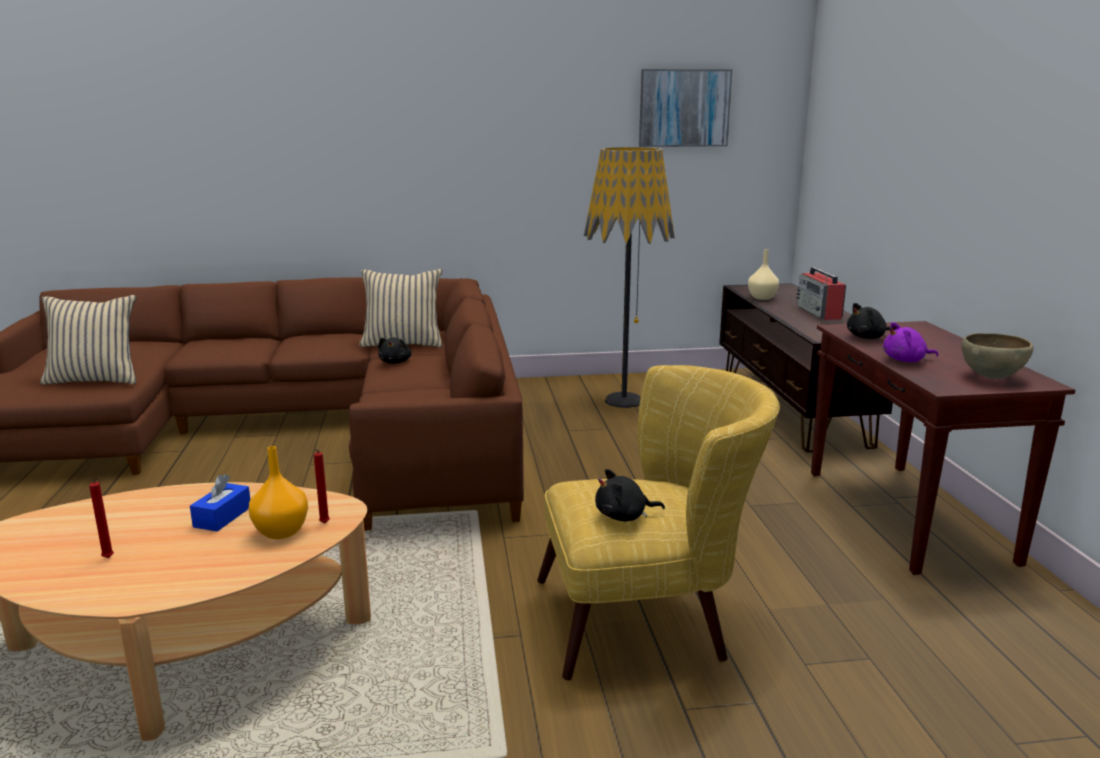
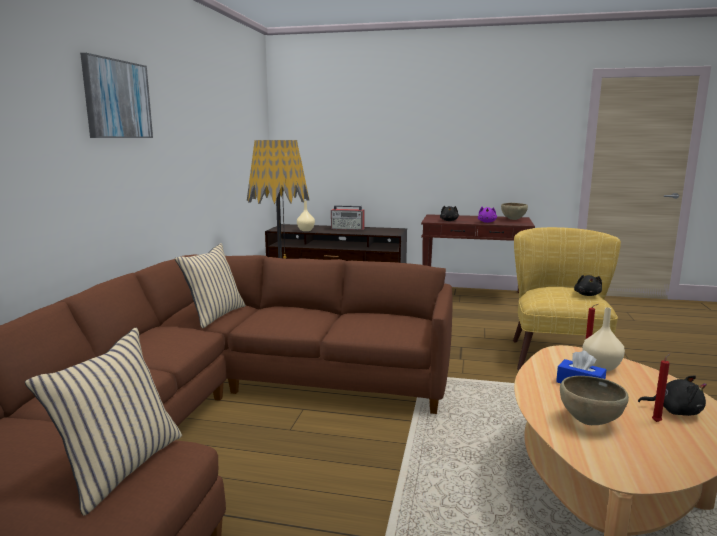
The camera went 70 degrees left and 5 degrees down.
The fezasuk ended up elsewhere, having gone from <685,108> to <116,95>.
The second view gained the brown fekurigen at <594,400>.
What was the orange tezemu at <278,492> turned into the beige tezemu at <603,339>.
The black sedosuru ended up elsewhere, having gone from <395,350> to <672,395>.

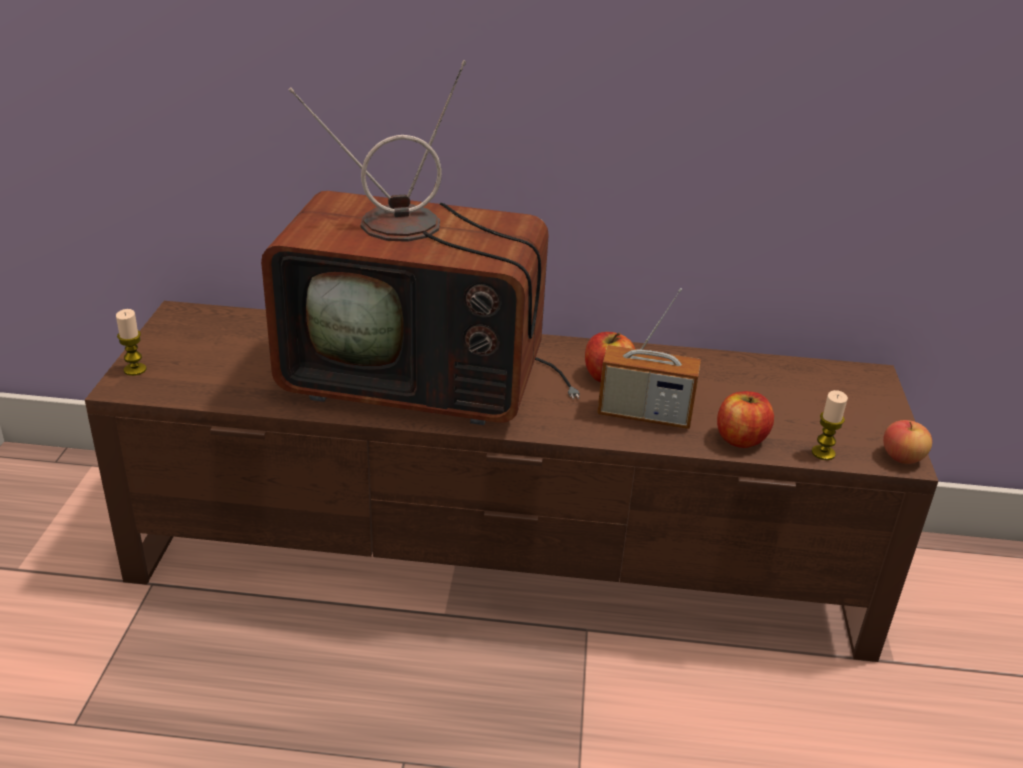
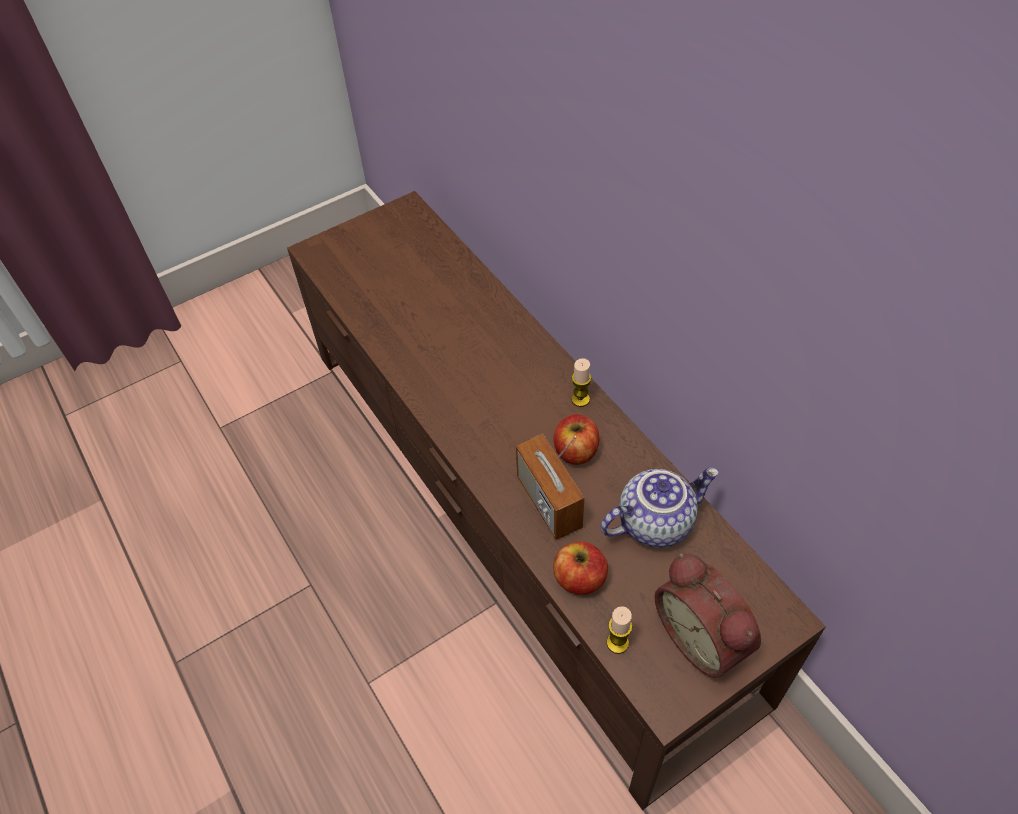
The camera went 55 degrees right and 20 degrees up.
The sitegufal ended up elsewhere, having gone from <131,342> to <581,382>.
The second view gained the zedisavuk at <659,507>.
The second view gained the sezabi at <708,615>.
The second view lost the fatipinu at <420,242>.
The second view lost the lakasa at <907,442>.

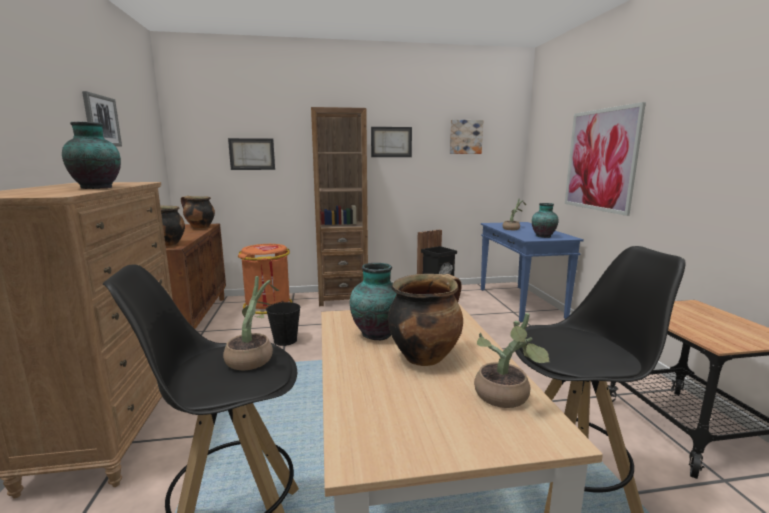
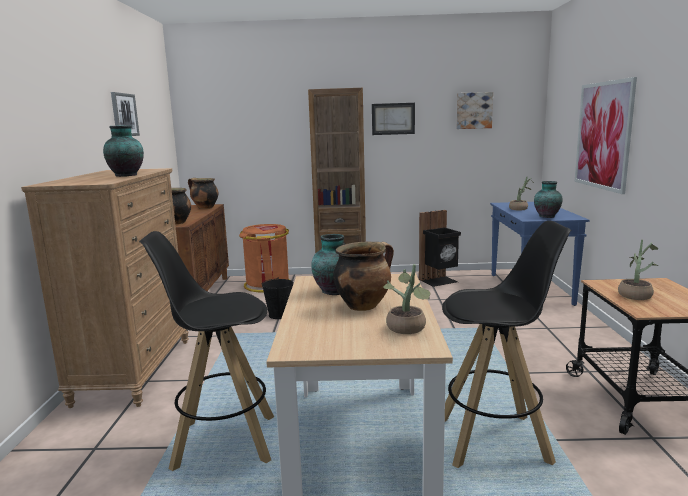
The camera went 10 degrees right and 0 degrees up.
The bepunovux ended up elsewhere, having gone from <251,323> to <638,270>.
The second view lost the fezasuk at <251,154>.

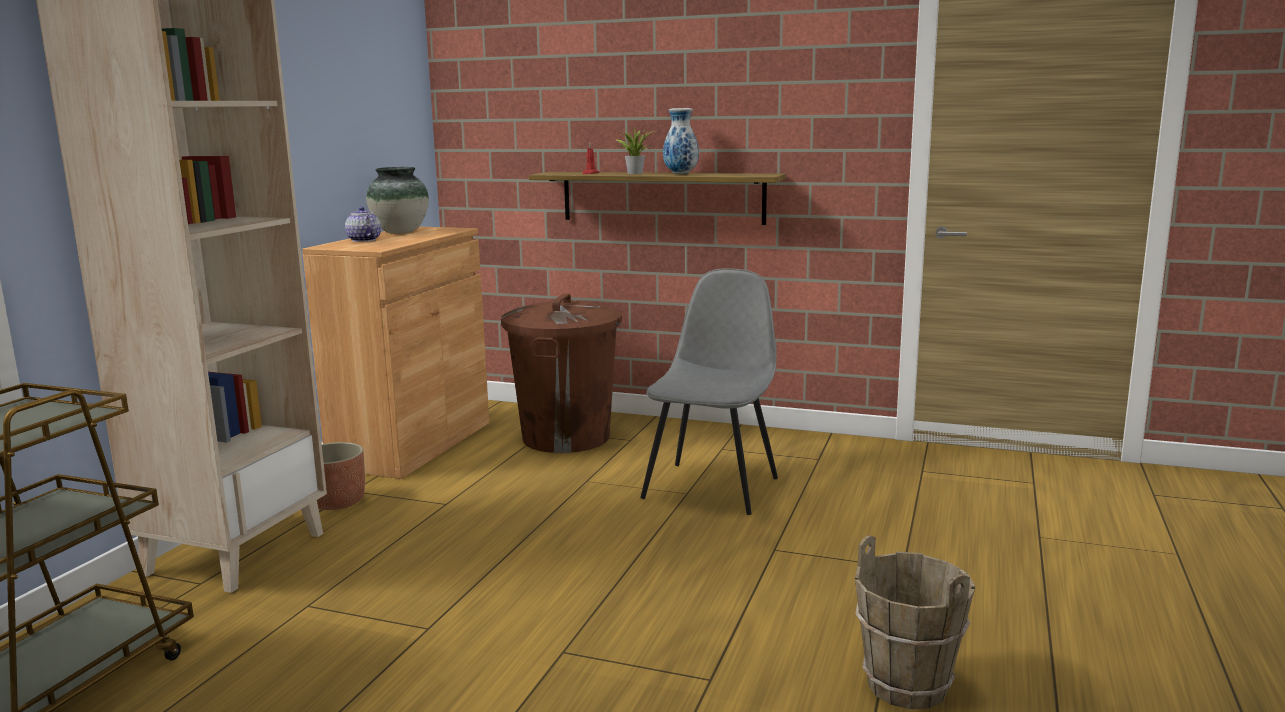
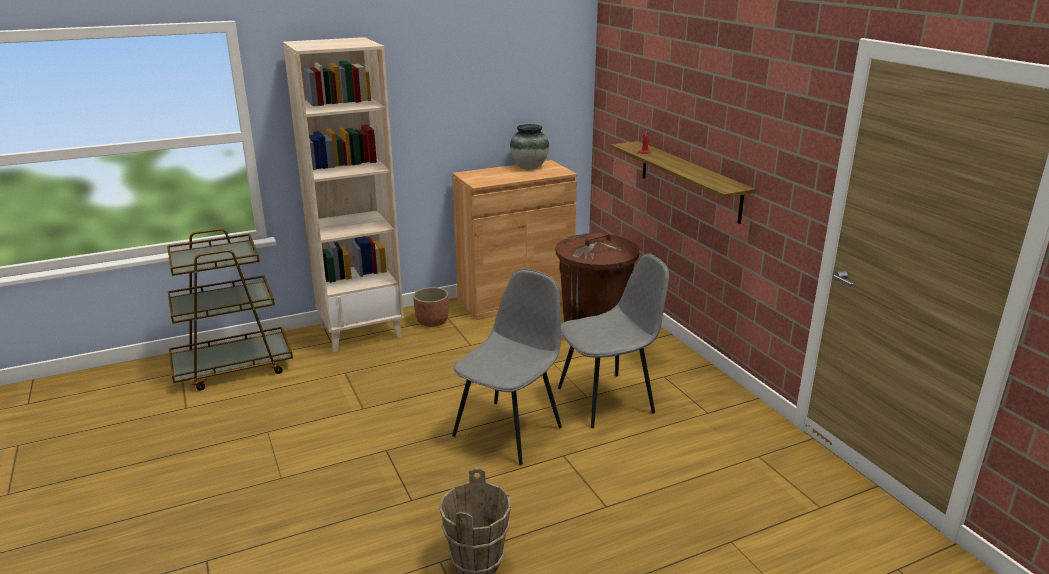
The camera went 45 degrees right and 10 degrees up.
The second view gained the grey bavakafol at <507,367>.
The second view lost the zedisavuk at <363,224>.
The second view lost the bepunovux at <635,150>.
The second view lost the tezemu at <681,141>.

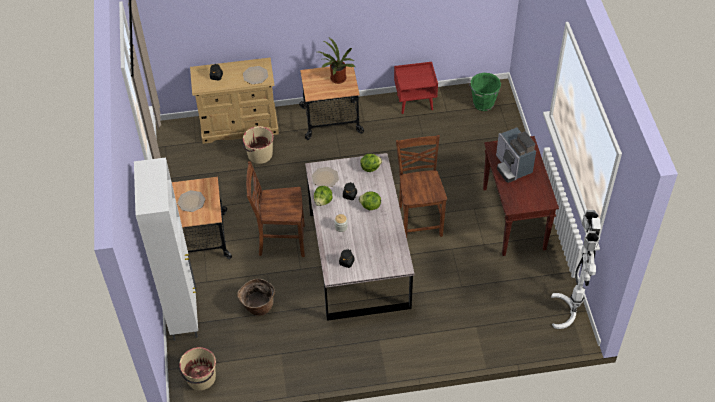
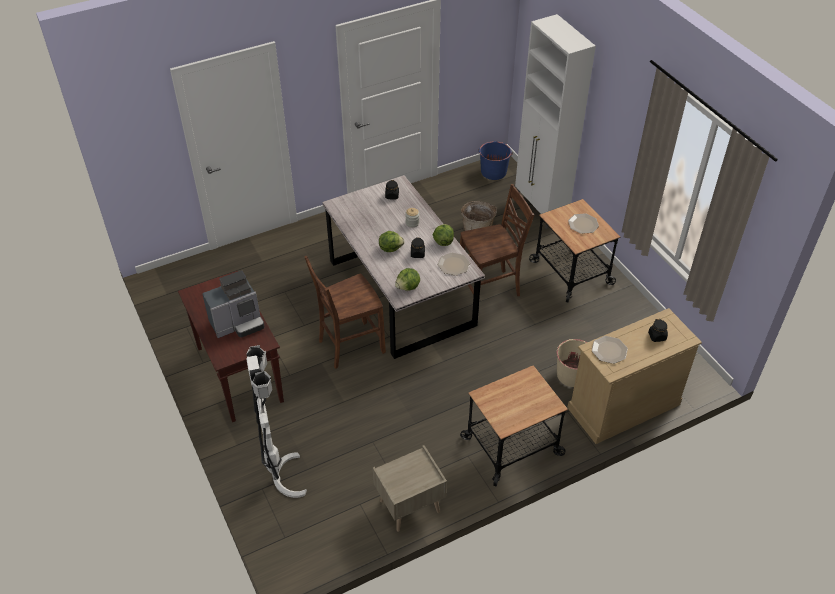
The camera went 160 degrees right and 5 degrees down.
The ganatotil at <516,155> ended up facing another way, 105 degrees clockwise from before.
The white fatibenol ended up elsewhere, having gone from <576,269> to <276,421>.
The brown bavakafol at <421,186> ended up facing another way, 90 degrees clockwise from before.
What was the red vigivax at <416,88> turned into the beige vigivax at <410,488>.
What was the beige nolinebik at <197,368> turned into the blue nolinebik at <495,160>.
The second view lost the bepunovux at <337,61>.
The second view lost the green nolinebik at <485,92>.

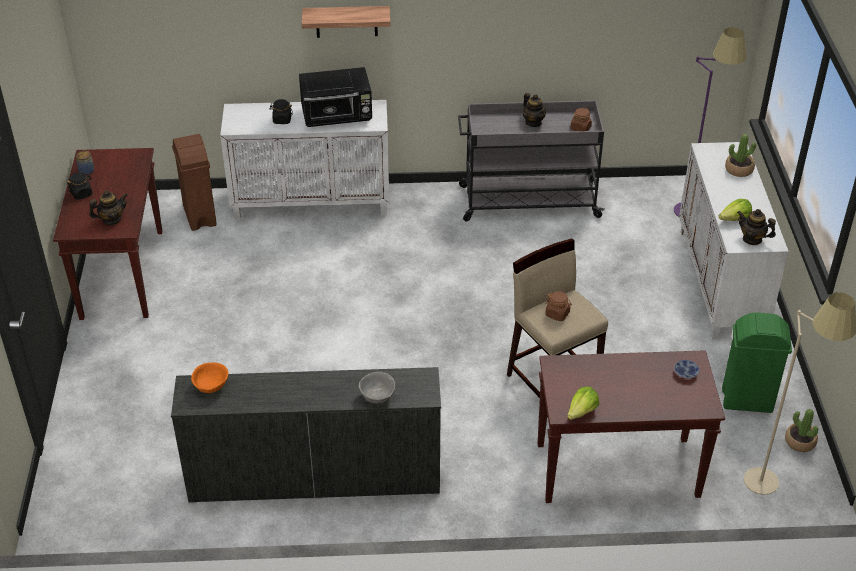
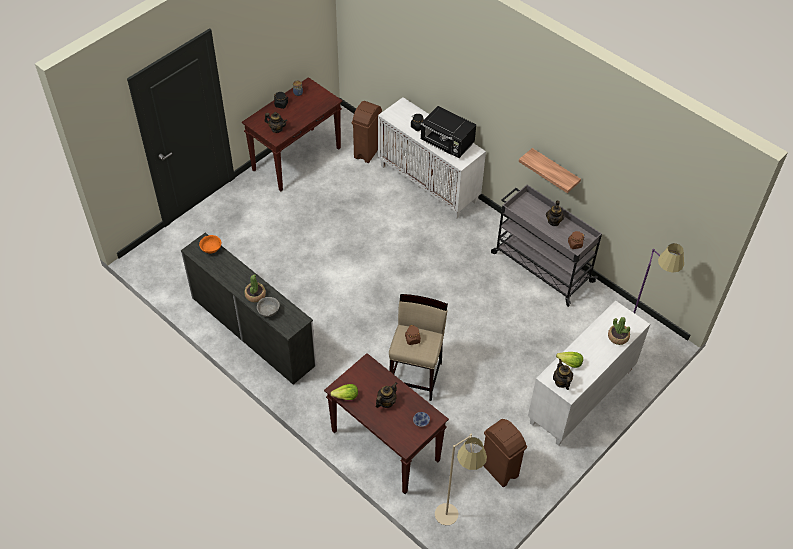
The camera went 45 degrees right and 10 degrees up.
The bepunovux ended up elsewhere, having gone from <801,430> to <255,288>.
The second view gained the zedisavuk at <386,395>.
What was the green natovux at <757,362> turned into the brown natovux at <505,453>.
The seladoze ended up elsewhere, having gone from <346,22> to <550,170>.

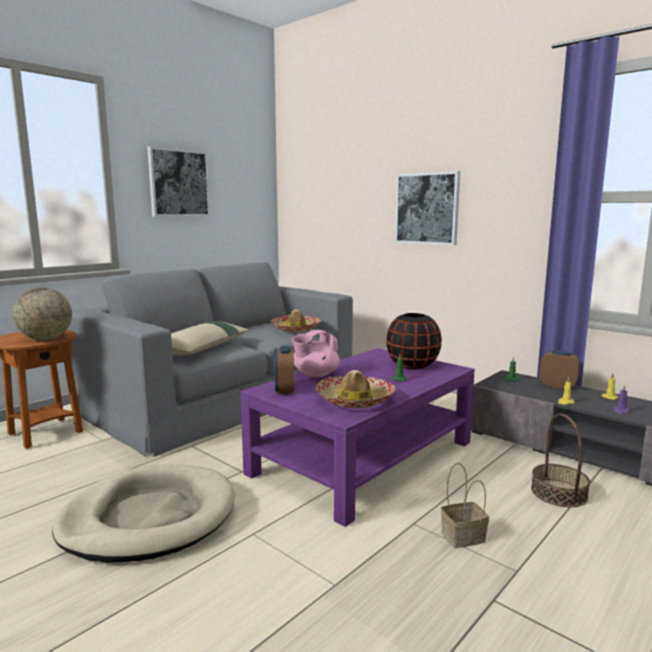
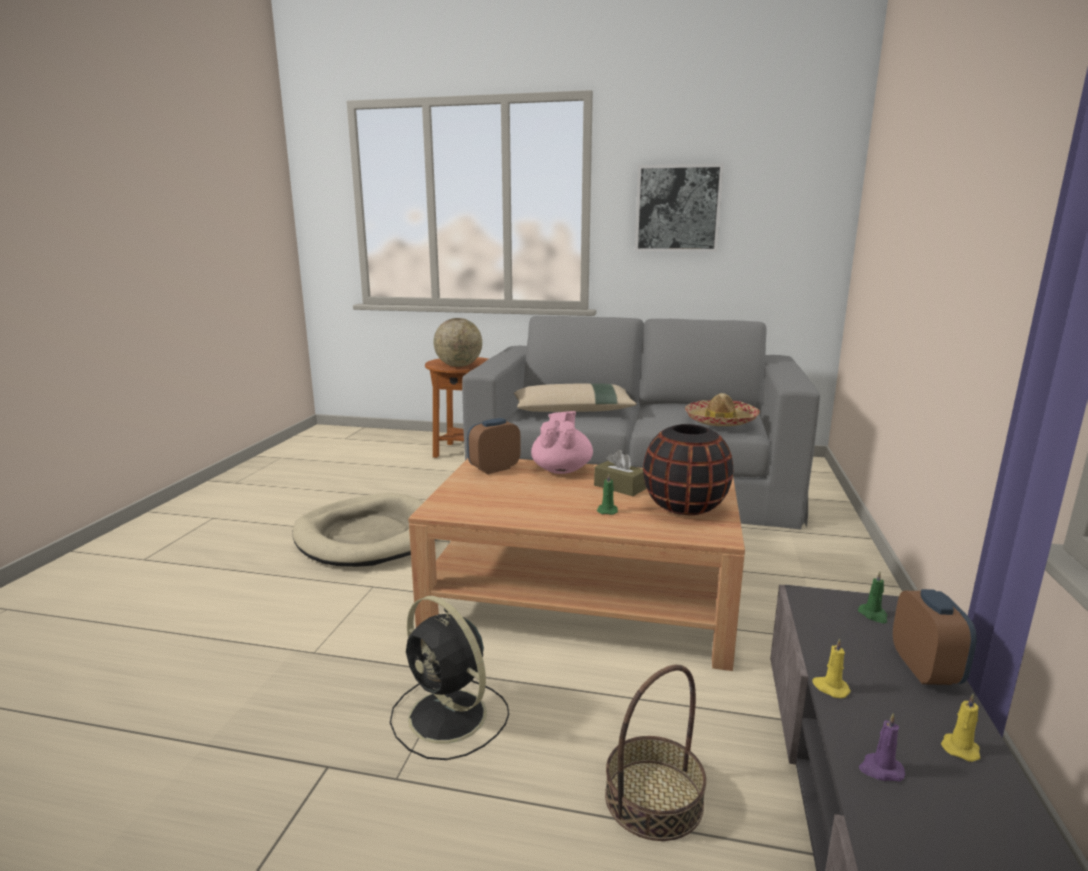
The camera went 60 degrees right and 5 degrees up.
Where the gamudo stood at <465,505>, the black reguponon came to stand at <449,678>.
What was the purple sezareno at <357,437> turned into the brown sezareno at <576,564>.
The pink zedisavuk at <316,353> ended up facing another way, 75 degrees clockwise from before.
The second view gained the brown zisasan at <620,473>.
The second view lost the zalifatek at <356,389>.
The second view lost the fezasuk at <427,208>.

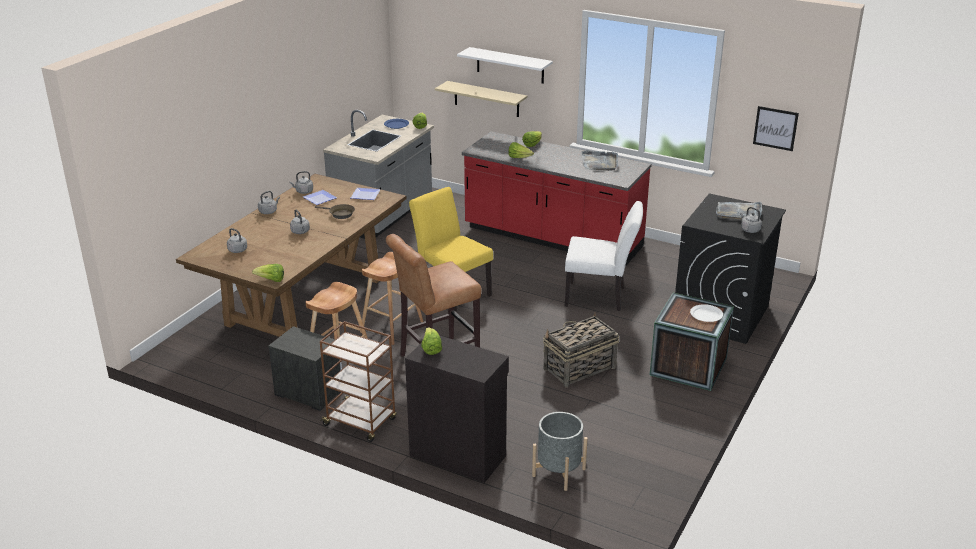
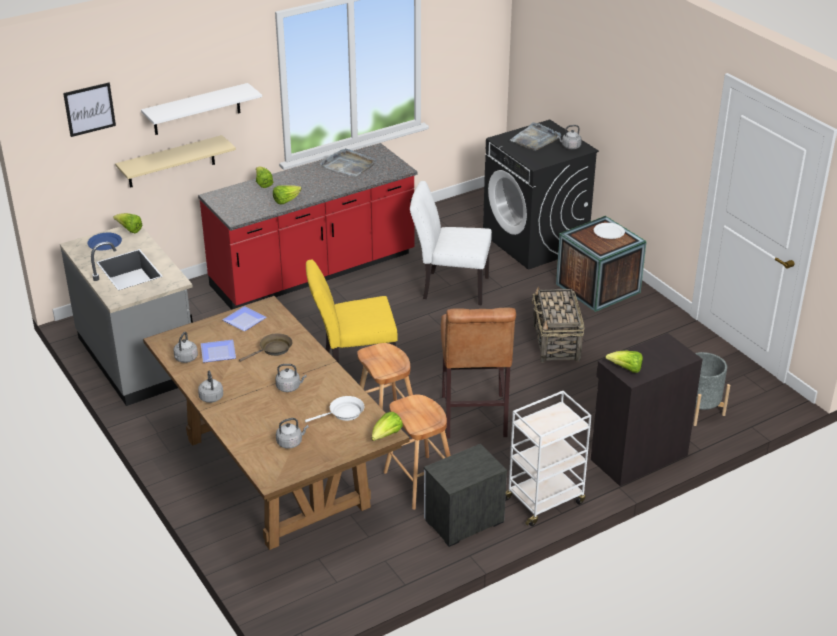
The camera went 60 degrees left and 5 degrees up.
The fezasuk ended up elsewhere, having gone from <776,128> to <89,110>.
The second view gained the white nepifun at <335,409>.
The white bavakafol at <604,256> ended up facing another way, 120 degrees counterclockwise from before.
What was the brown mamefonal at <358,381> turned into the white mamefonal at <548,458>.

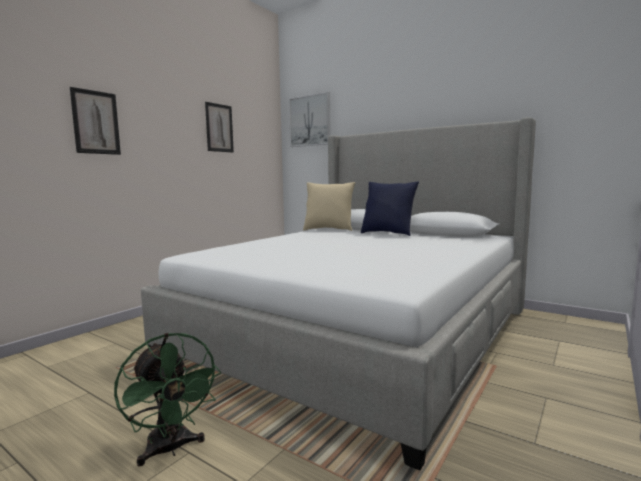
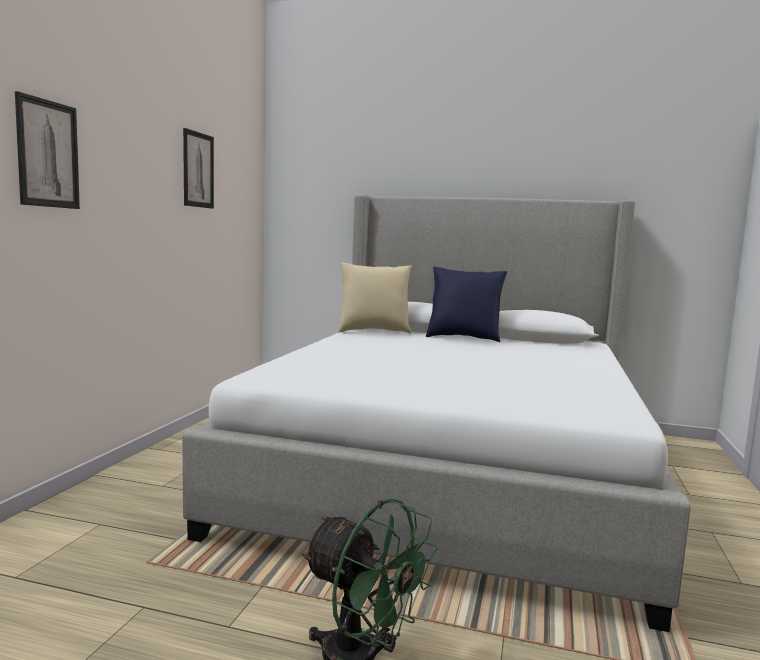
The camera went 20 degrees left and 0 degrees up.
The second view lost the fezasuk at <310,119>.

